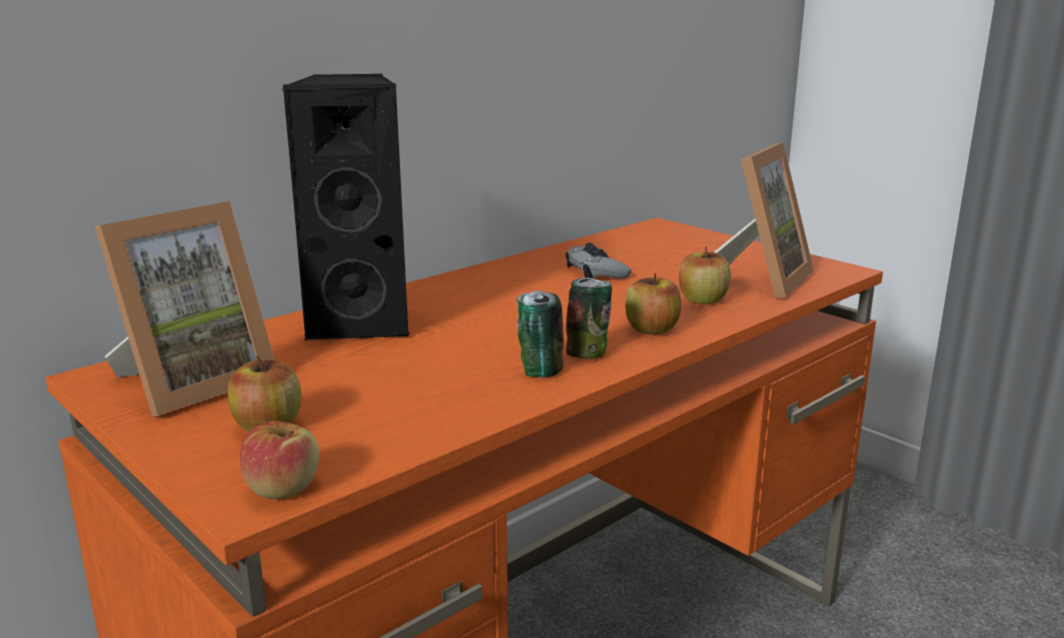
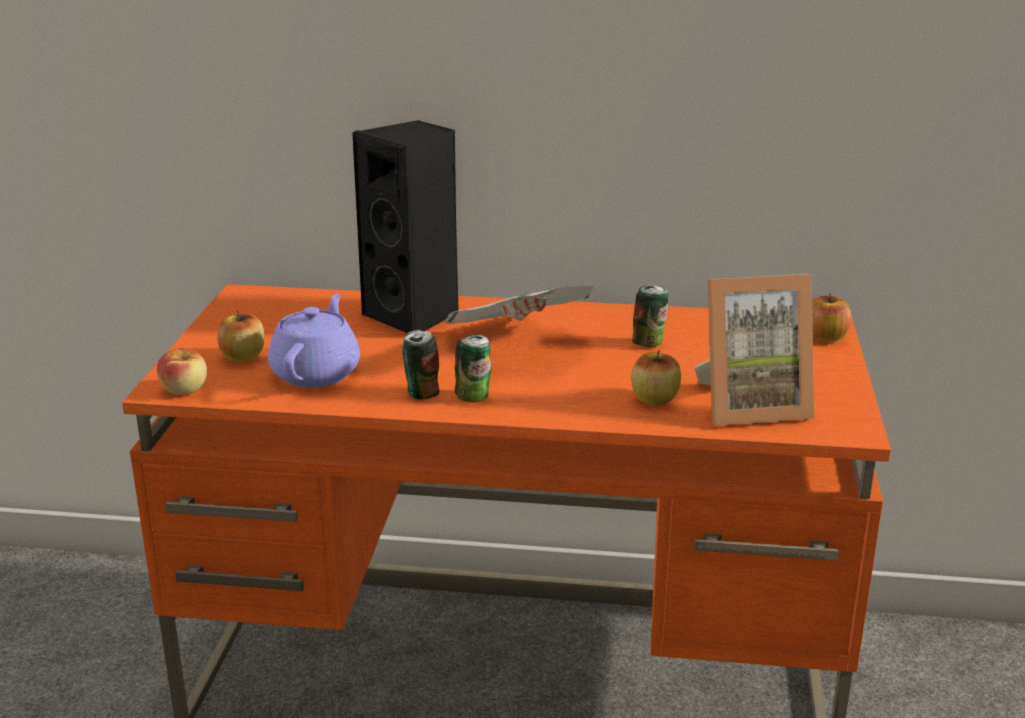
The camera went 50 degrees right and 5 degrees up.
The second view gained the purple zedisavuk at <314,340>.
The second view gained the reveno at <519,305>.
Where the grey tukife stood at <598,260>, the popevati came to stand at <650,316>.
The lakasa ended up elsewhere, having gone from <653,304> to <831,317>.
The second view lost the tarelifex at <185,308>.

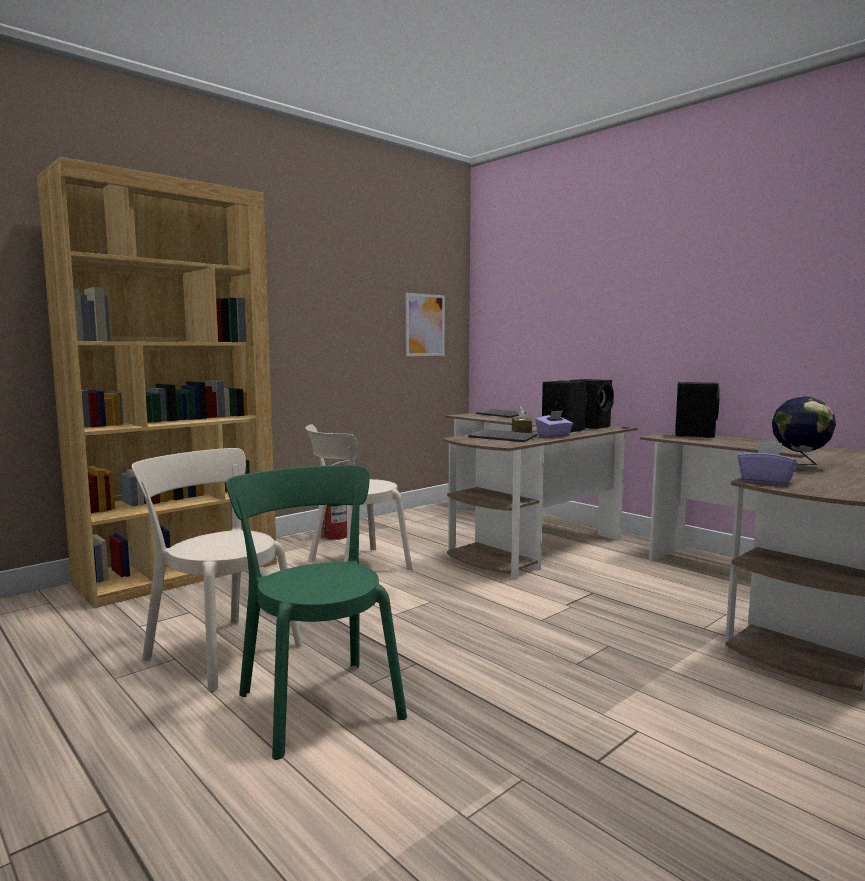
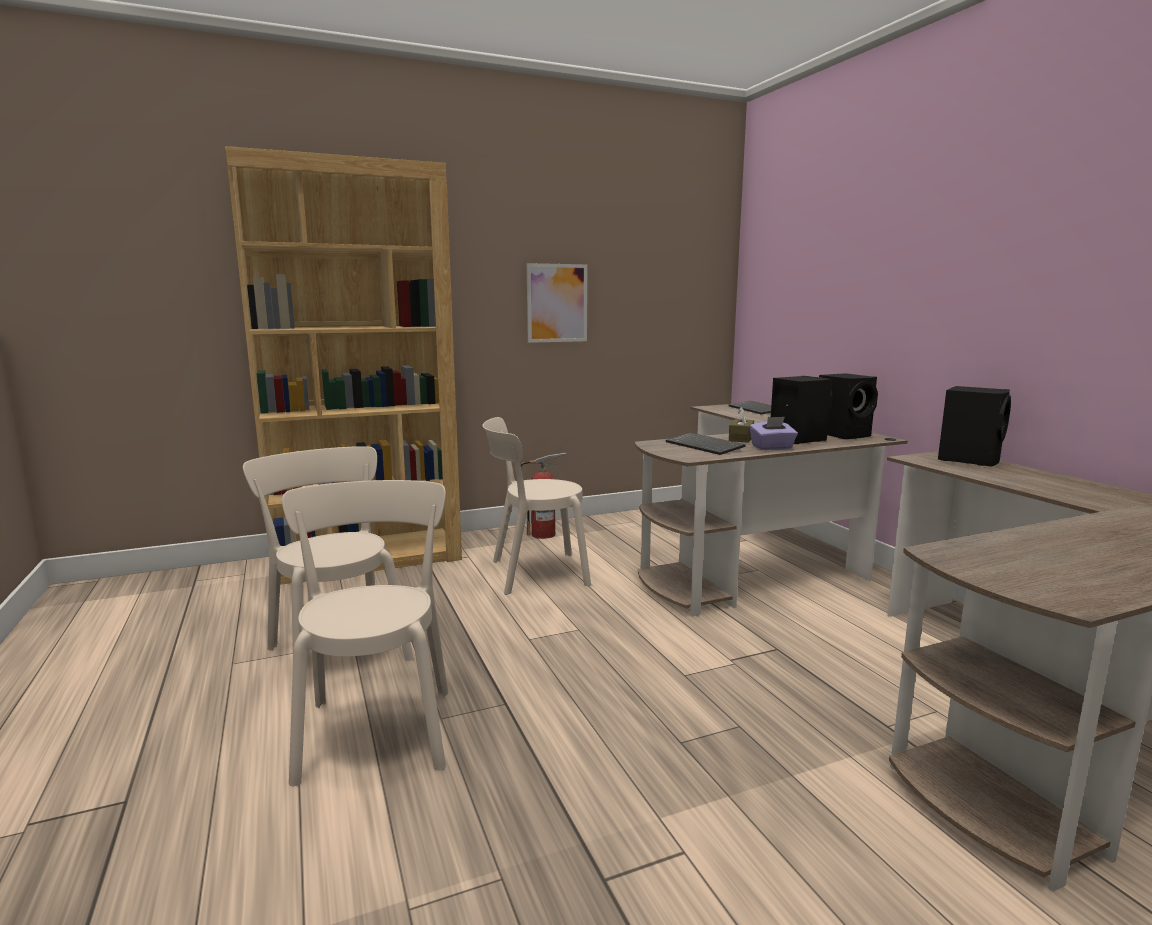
The camera went 20 degrees right and 5 degrees up.
What was the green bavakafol at <316,612> turned into the beige bavakafol at <365,633>.
The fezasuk ended up elsewhere, having gone from <425,324> to <557,303>.
The second view lost the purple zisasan at <768,463>.
The second view lost the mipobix at <804,433>.

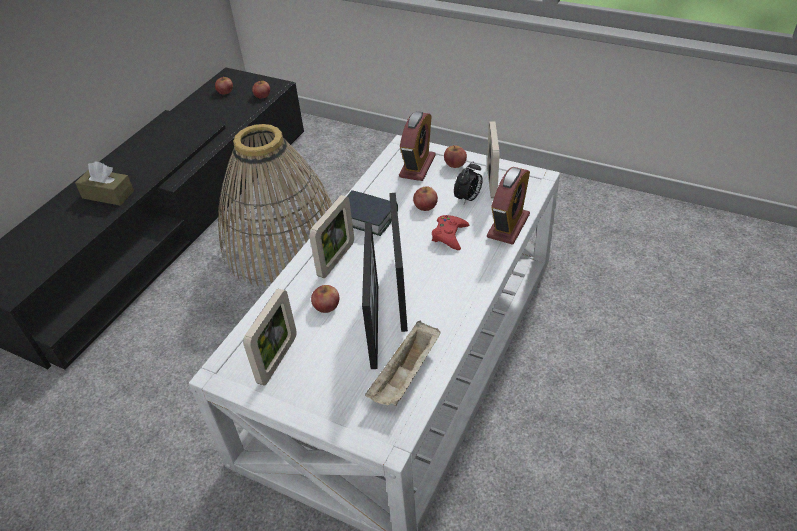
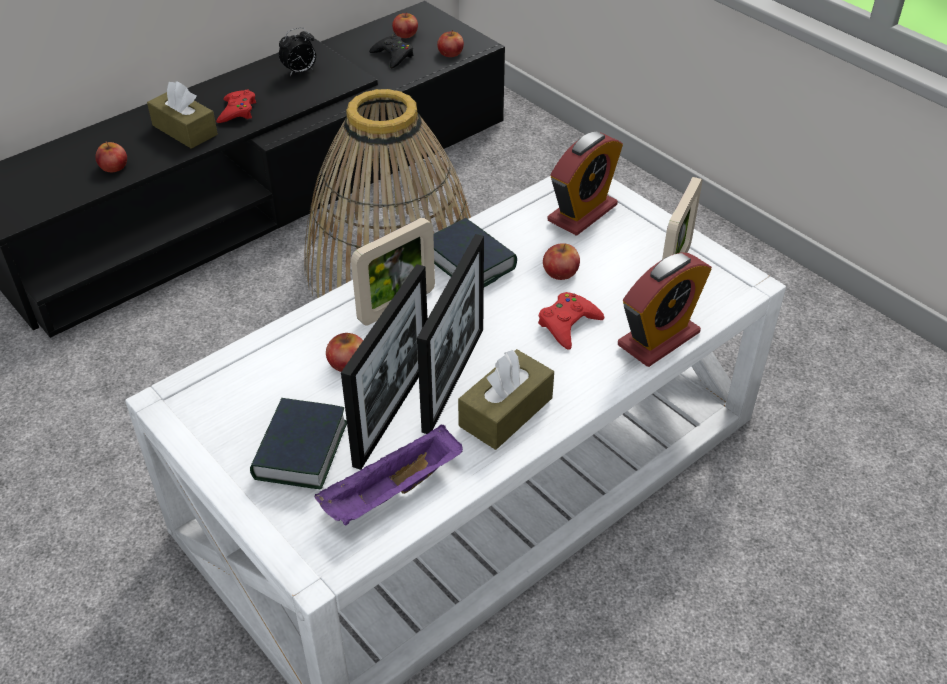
The camera went 20 degrees right and 0 degrees up.
The lakasa ended up elsewhere, having gone from <455,156> to <111,157>.
The second view gained the red tukife at <236,106>.
The second view gained the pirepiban at <298,443>.
The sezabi ended up elsewhere, having gone from <468,182> to <297,51>.
What was the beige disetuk at <403,363> turned into the purple disetuk at <389,475>.
The second view gained the black tukife at <391,51>.
The second view gained the brown zisasan at <506,399>.
The second view lost the tarelifex at <270,337>.

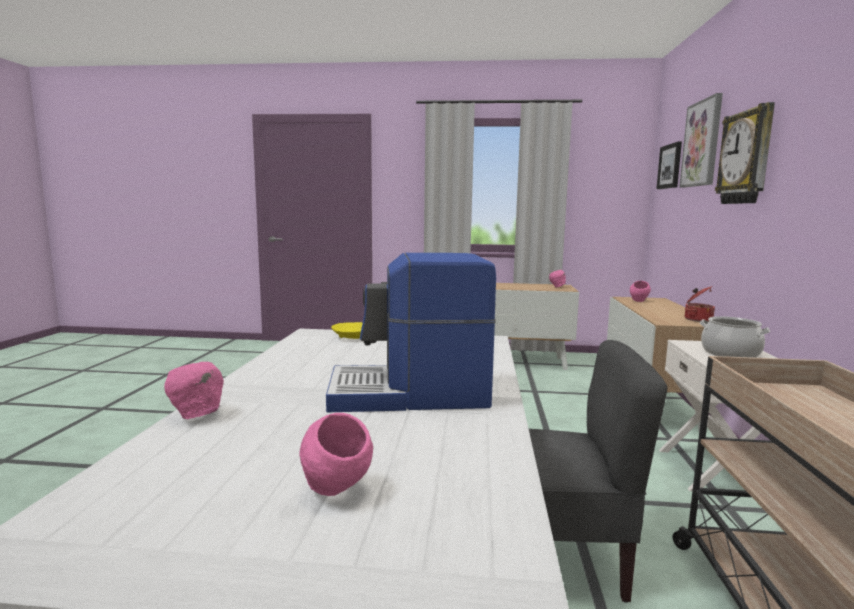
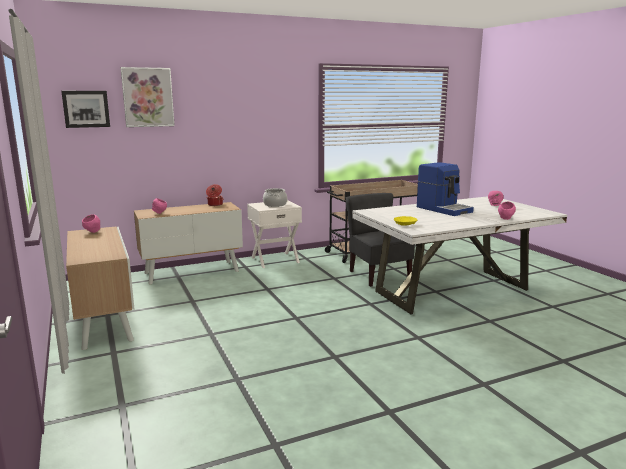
The camera went 120 degrees left and 5 degrees up.
The second view lost the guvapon at <745,153>.

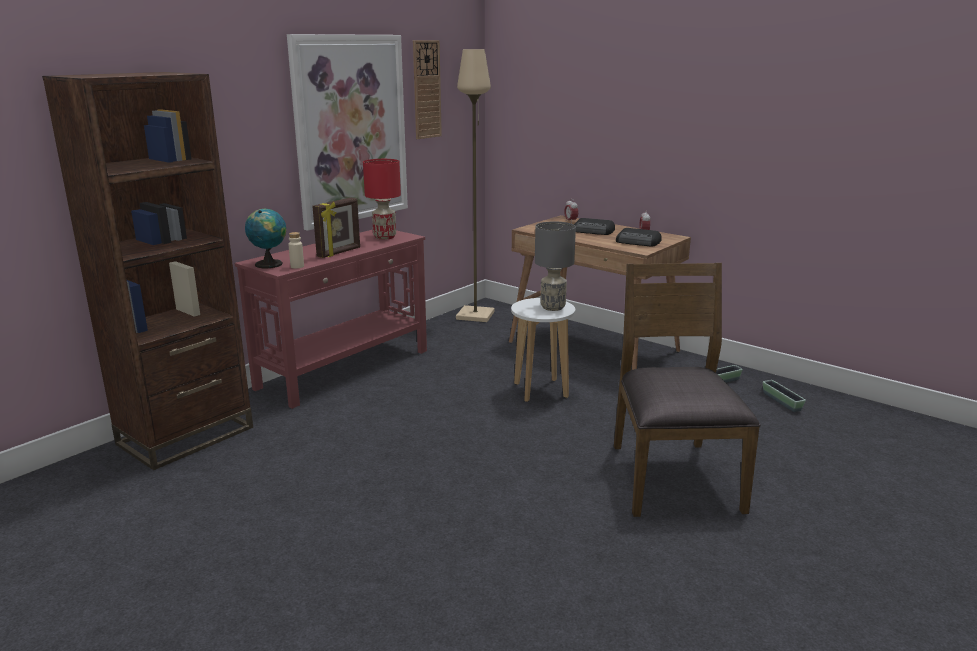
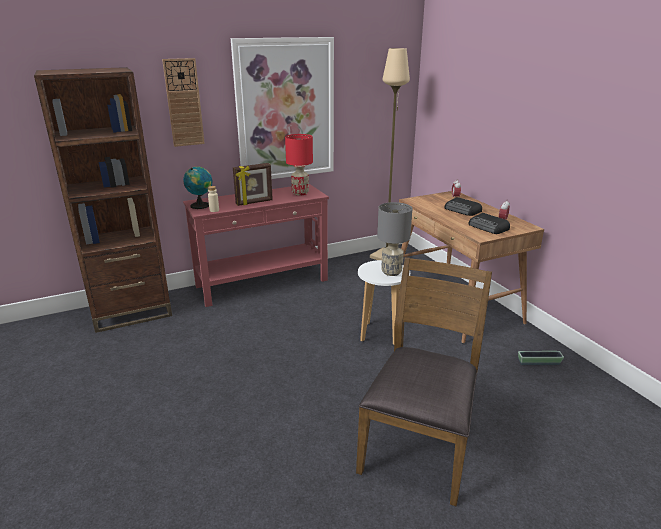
The camera went 25 degrees right and 5 degrees up.
The guvapon ended up elsewhere, having gone from <427,89> to <183,102>.
The second view lost the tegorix at <784,396>.

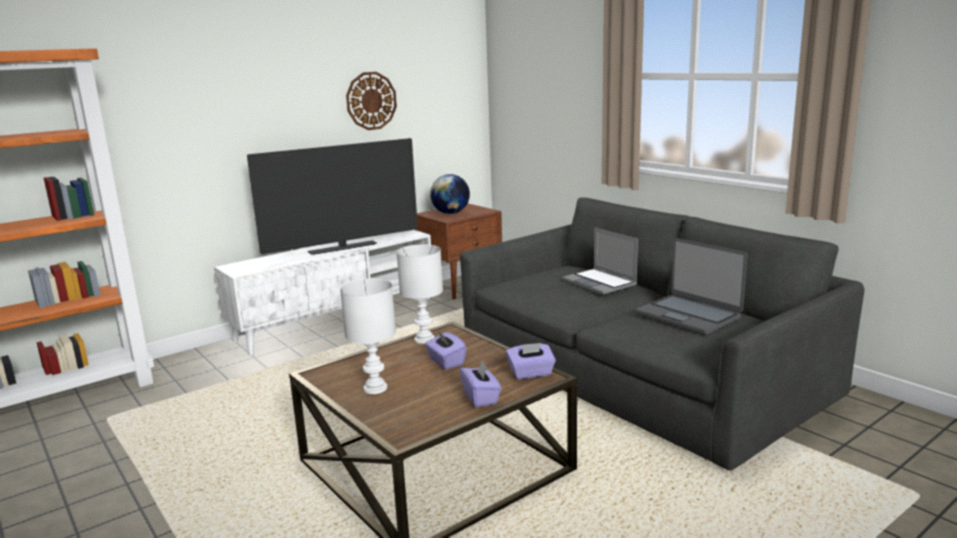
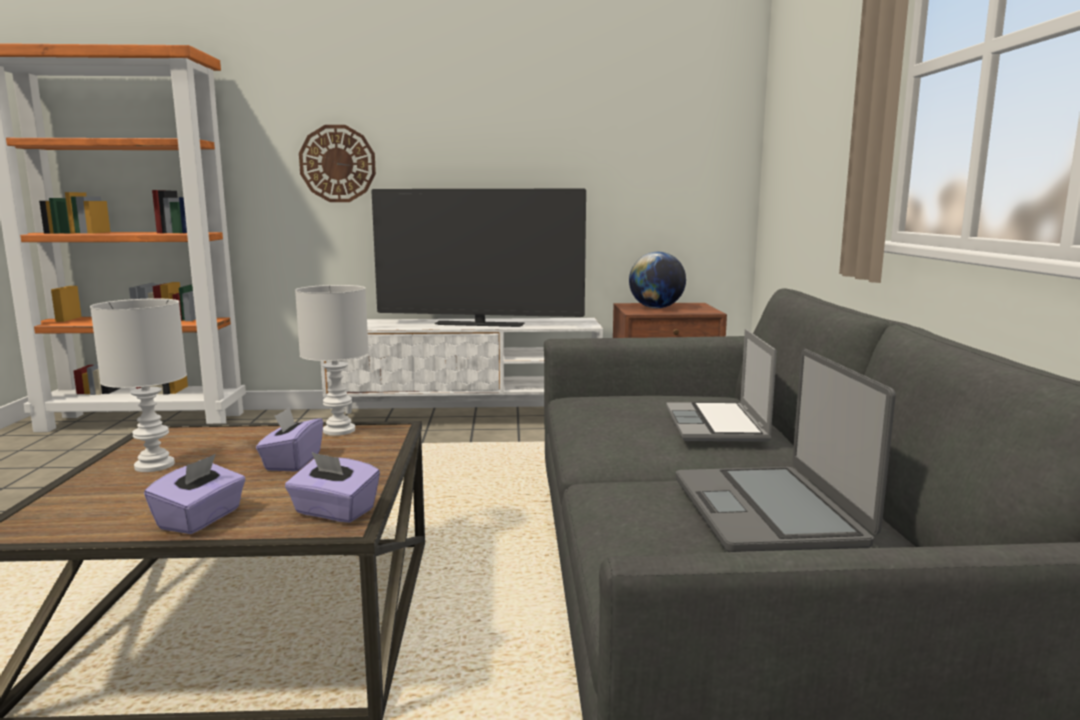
The camera went 35 degrees right and 5 degrees down.
The guvapon ended up elsewhere, having gone from <371,101> to <337,163>.

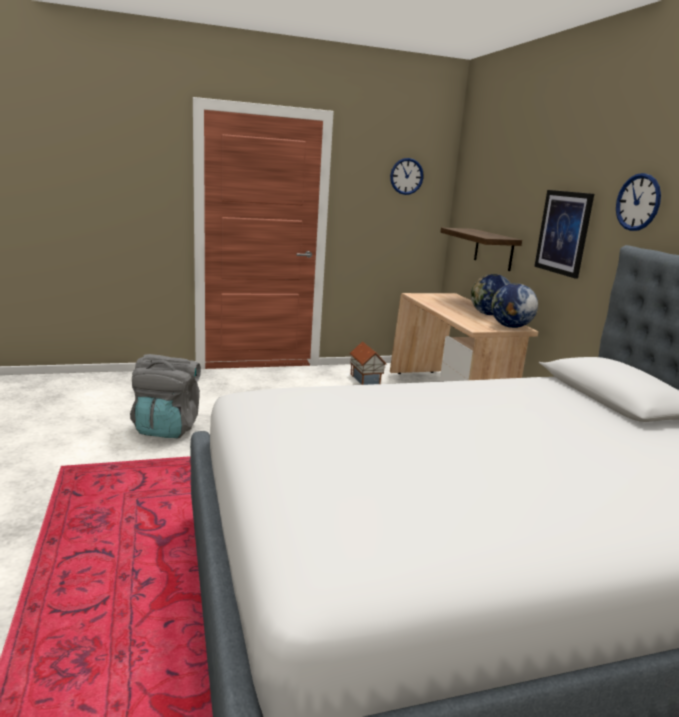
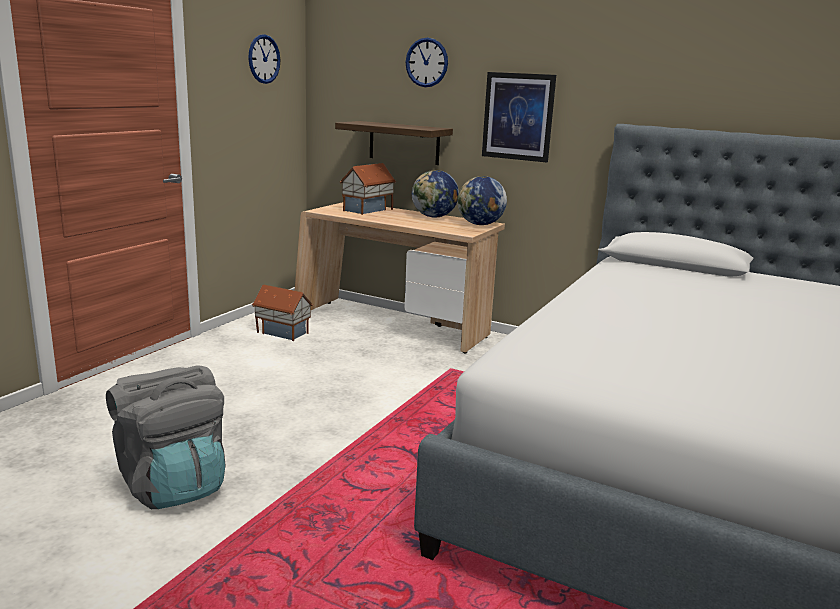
The camera went 45 degrees left and 0 degrees up.
The second view gained the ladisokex at <368,189>.
The guvapon ended up elsewhere, having gone from <638,202> to <427,62>.

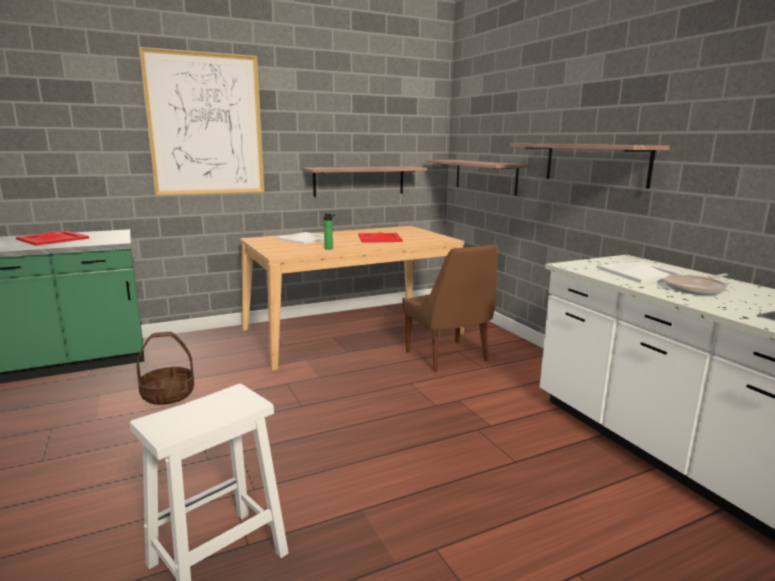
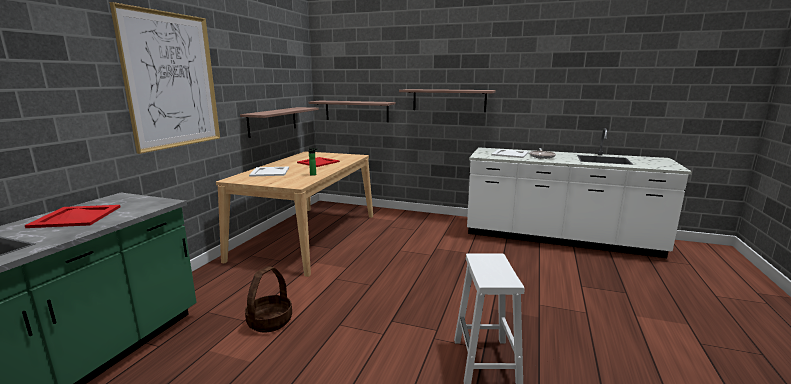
The camera went 45 degrees left and 0 degrees up.
The second view lost the brown bavakafol at <449,308>.

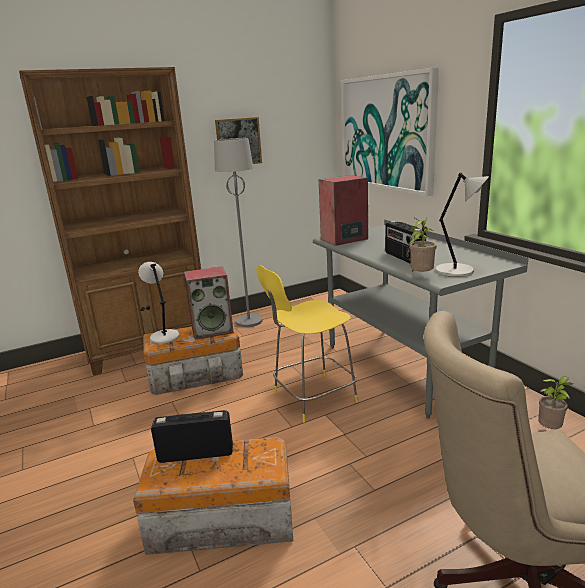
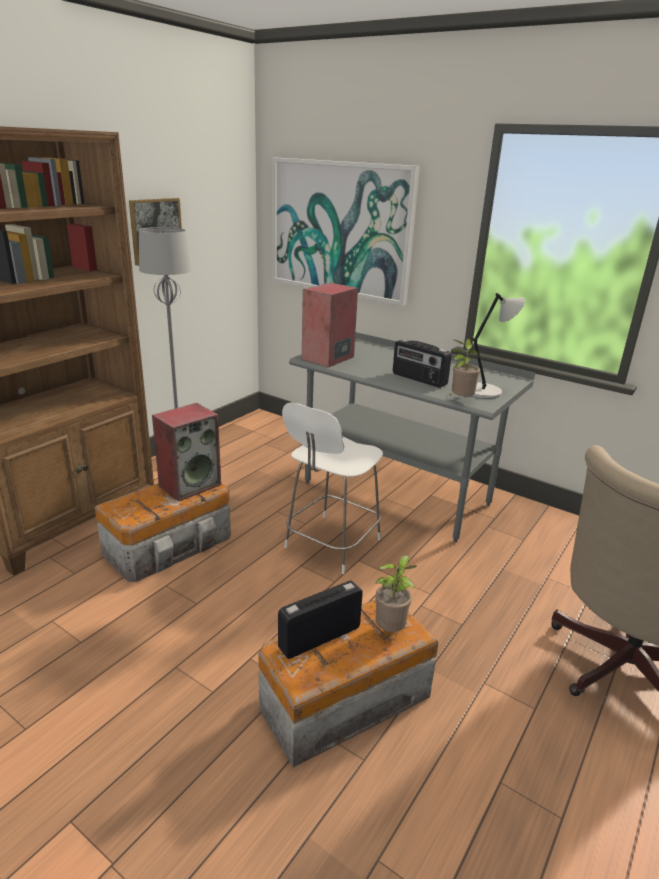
The camera went 30 degrees left and 5 degrees up.
What was the yellow bavakafol at <307,344> turned into the white bavakafol at <332,488>.
The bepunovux ended up elsewhere, having gone from <556,402> to <396,593>.
The second view lost the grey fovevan at <159,303>.

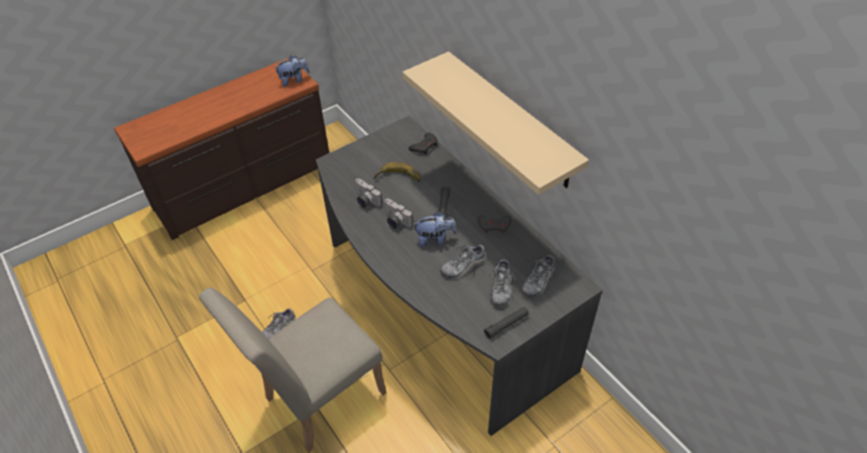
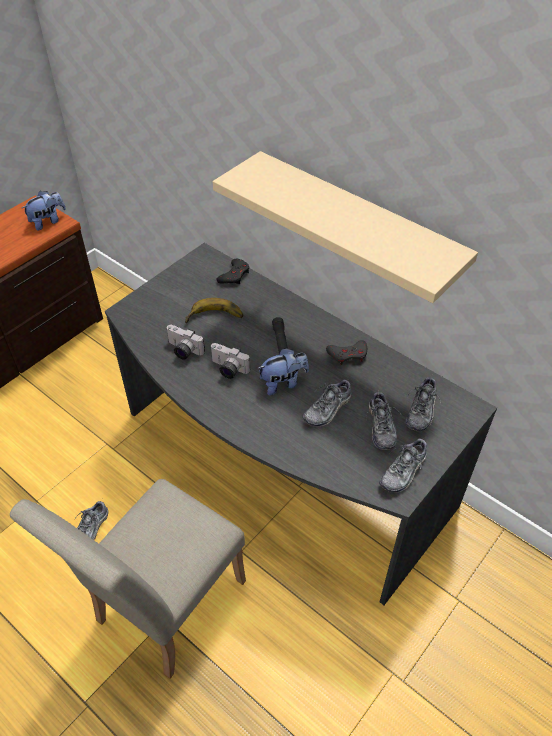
The camera went 15 degrees left and 0 degrees up.
Where the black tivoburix stood at <506,323>, the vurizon came to stand at <403,465>.

